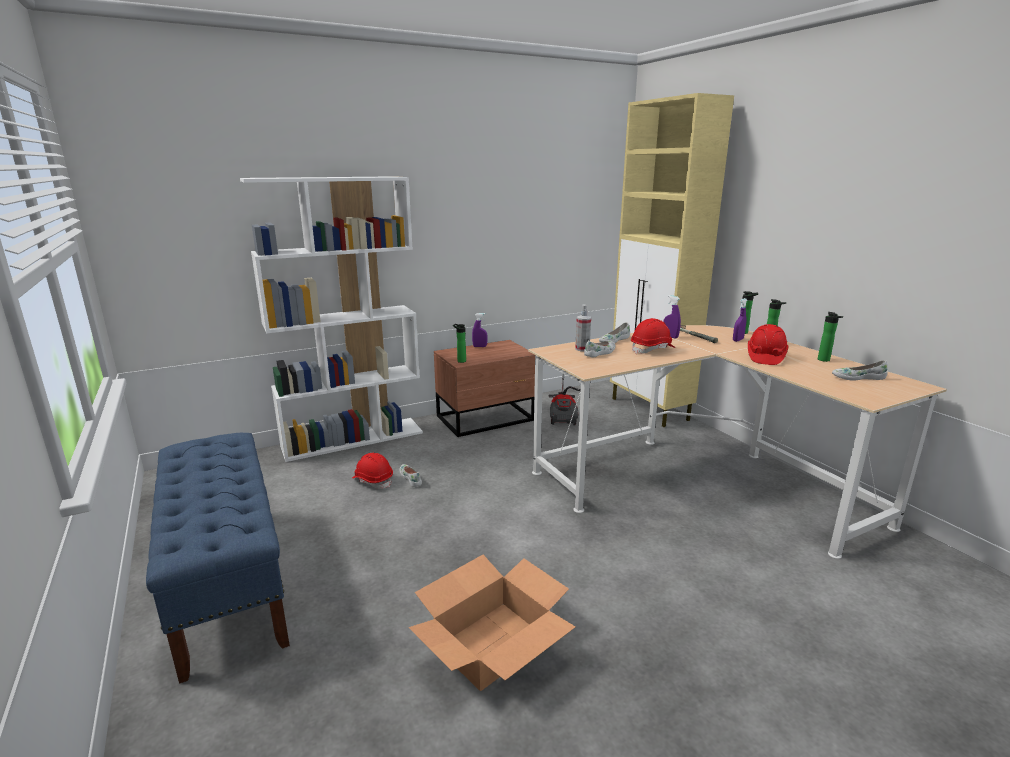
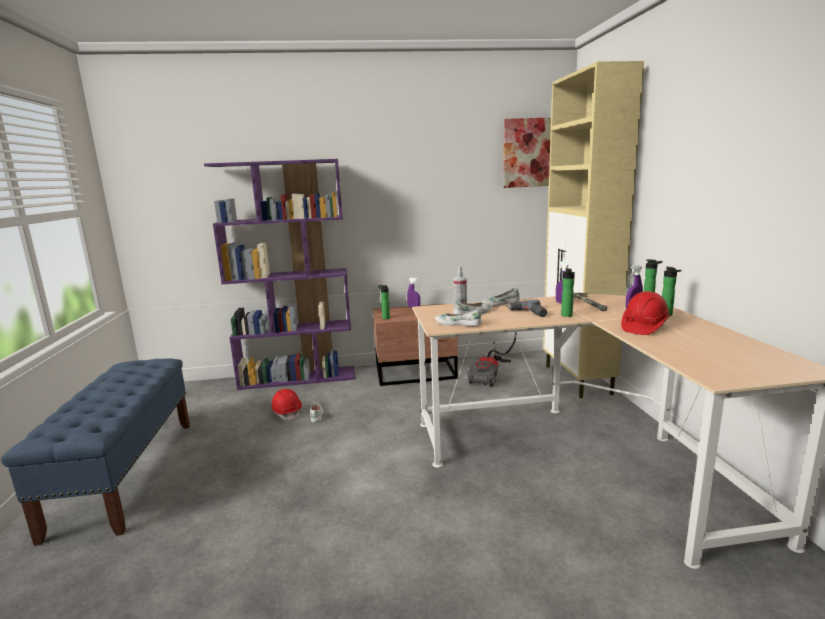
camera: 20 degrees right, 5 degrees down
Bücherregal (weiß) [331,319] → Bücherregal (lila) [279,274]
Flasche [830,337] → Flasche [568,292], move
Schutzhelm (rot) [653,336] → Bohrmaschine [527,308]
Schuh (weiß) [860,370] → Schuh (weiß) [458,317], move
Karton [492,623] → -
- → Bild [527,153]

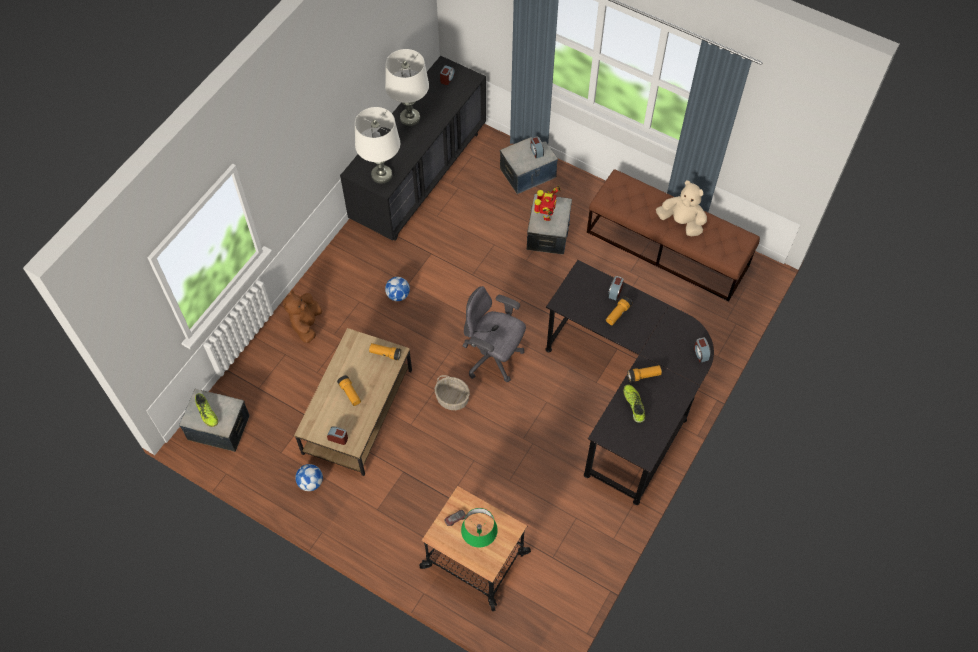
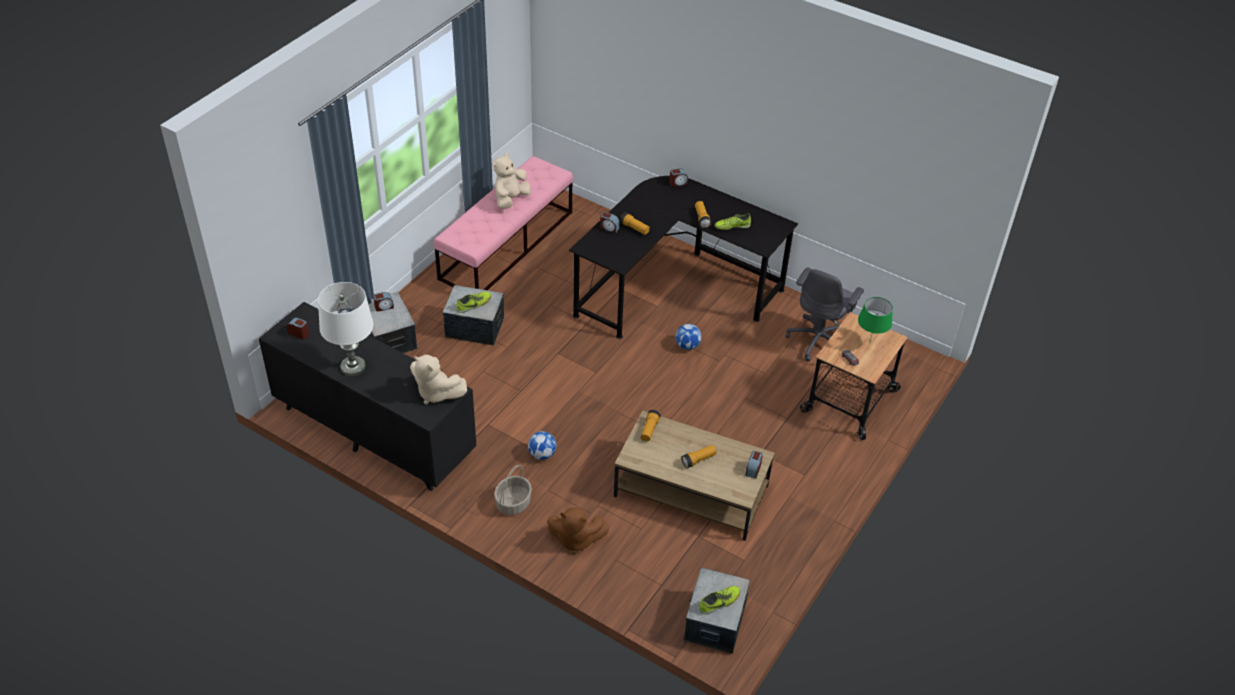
camera: 90 degrees left, 15 degrees down
Tischlampe (weiß) [377,145] → Plüschtier (beige) [438,379]
Bank (braun) [673,235] → Bank (rosa) [503,223]
Spielzeugroboter [547,203] → Schuh [473,302]
Bürostuhl (grau) [494,334] → Bürostuhl (grau) [824,314], move
Korb [452,392] → Korb [513,490], move
Fußball [309,477] → Fußball [688,337], move

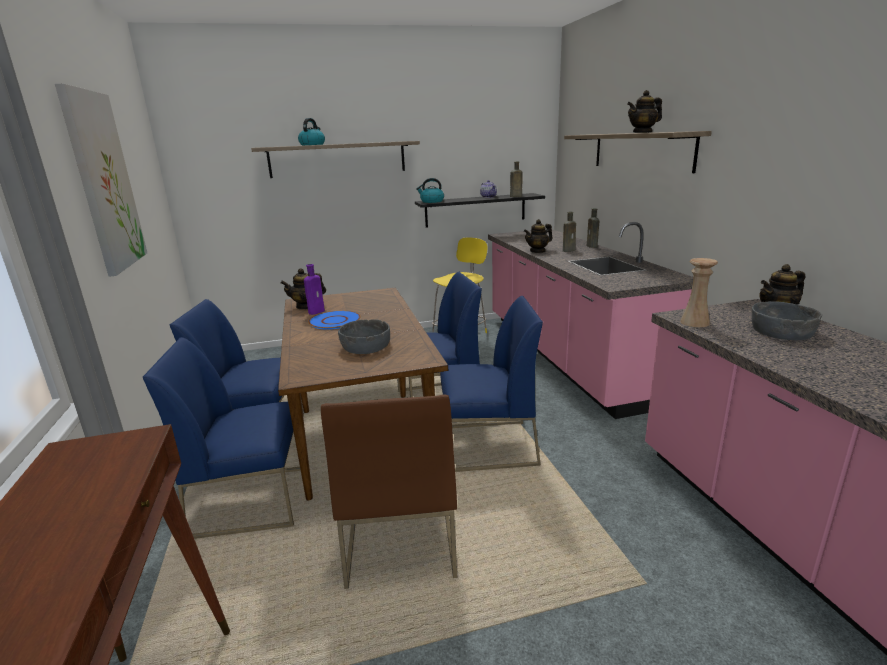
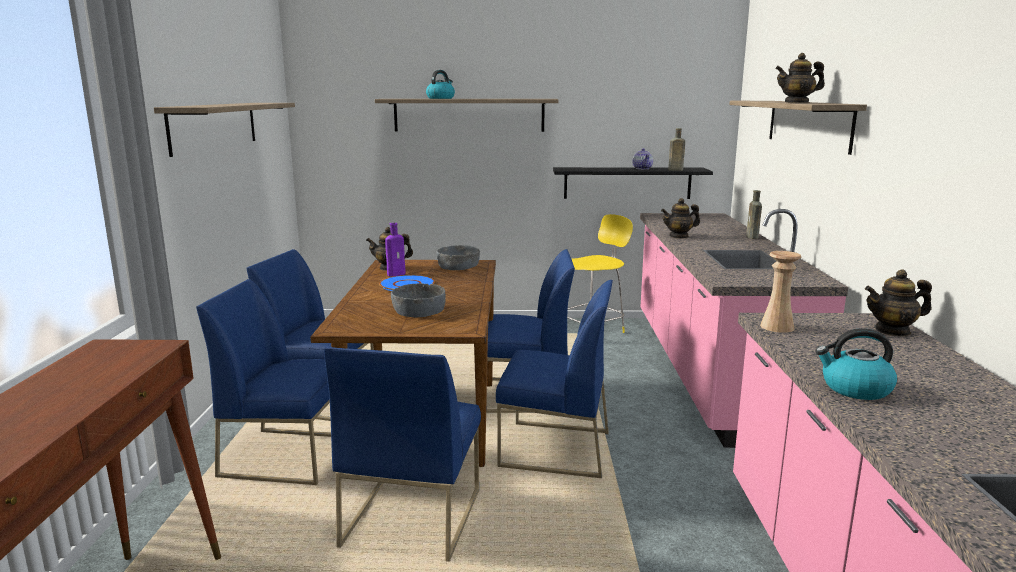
camera: 15 degrees right, 5 degrees down
Bild [101,180] → Wandregal [224,130]
Wasserkessel [430,190] → Wasserkessel [856,364], move
Flasche (braun) [569,232] → -
Schüssel (grau) [787,320] → Schüssel (grau) [458,257], move
Stuhl (braun) [389,491] → Stuhl (blau) [402,454]

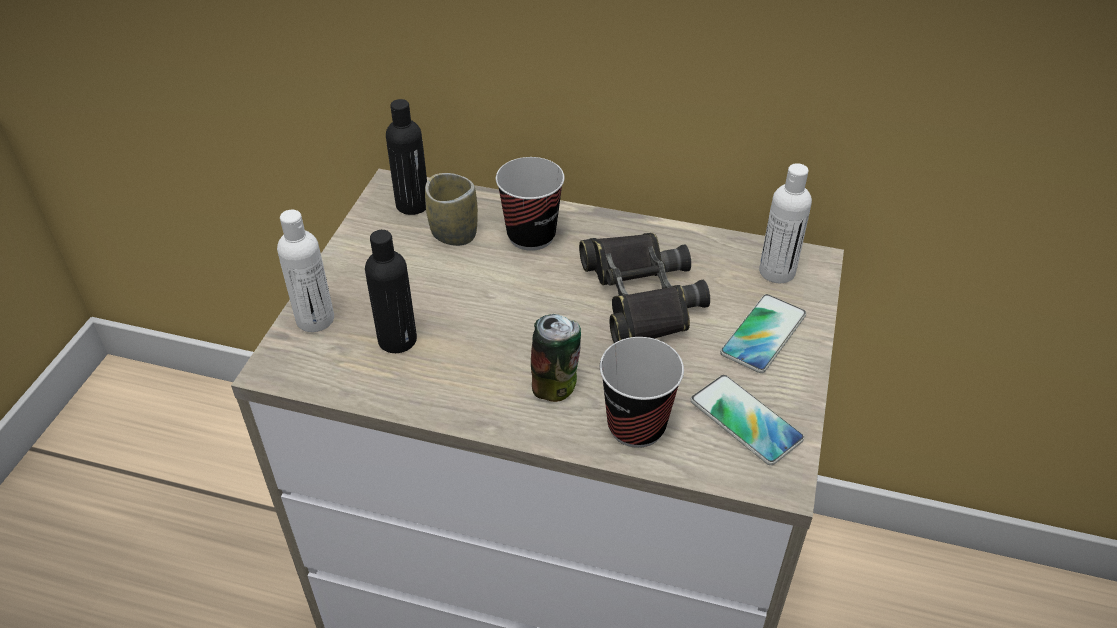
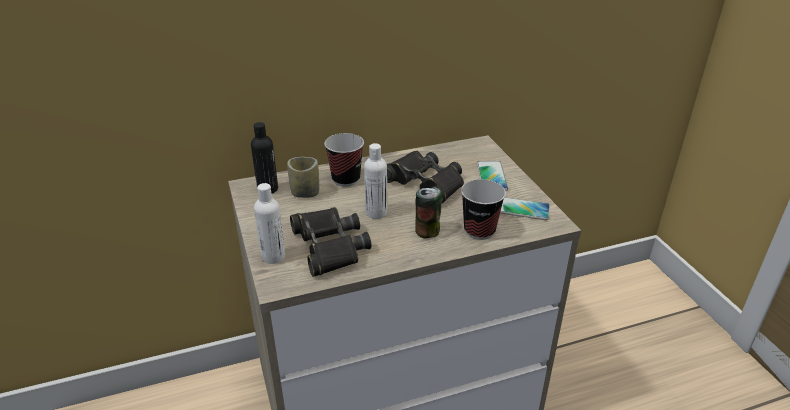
camera: 35 degrees left, 10 degrees down
Flasche (weiß) [785,223] → Flasche (weiß) [375,181], move
Flasche (schwarz) [391,291] → Fernglas (schwarz) [330,242]

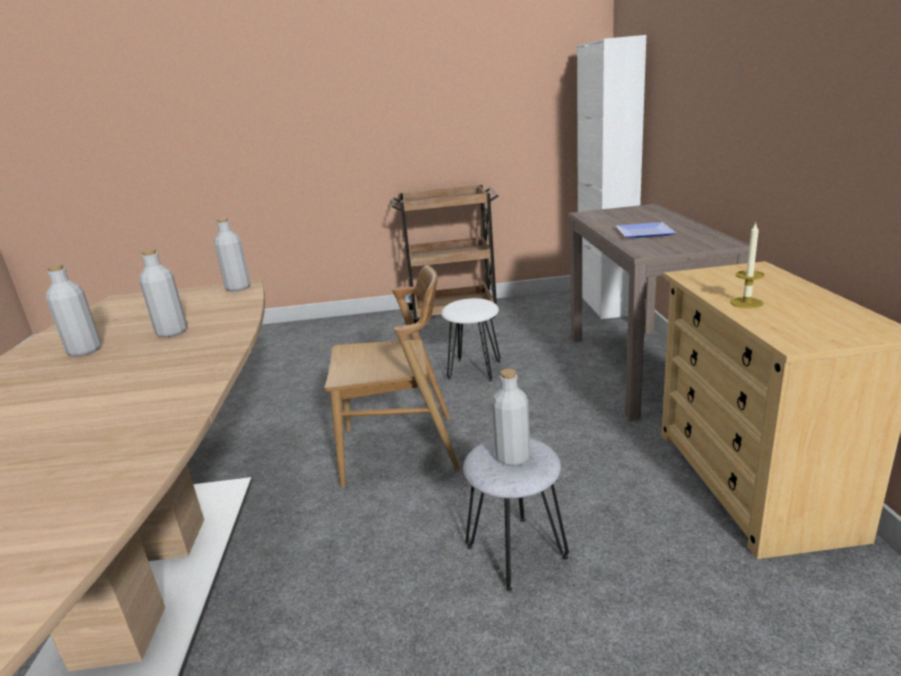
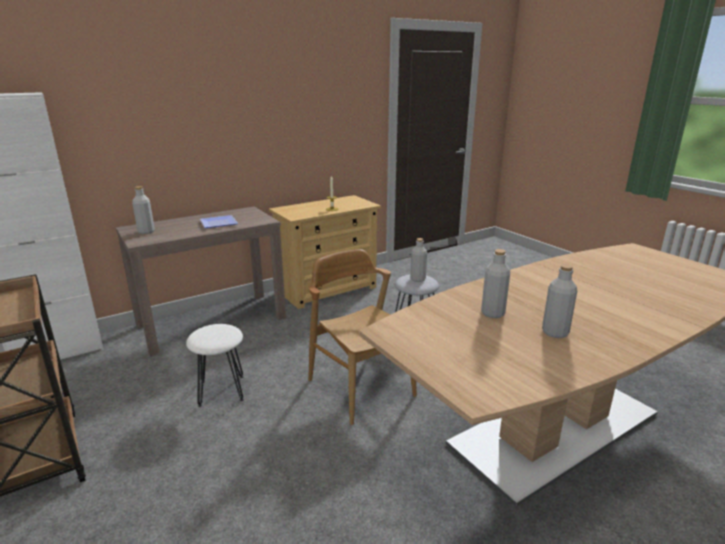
camera: 120 degrees left, 0 degrees up
Flasche (grau) [232,254] → Flasche (grau) [143,210], move

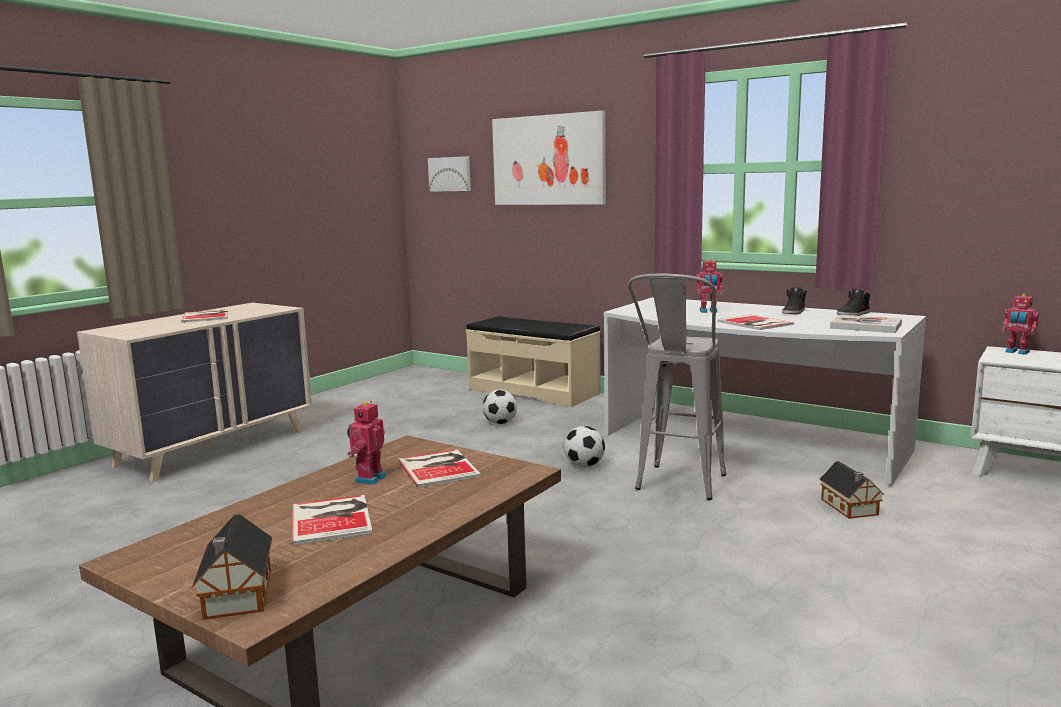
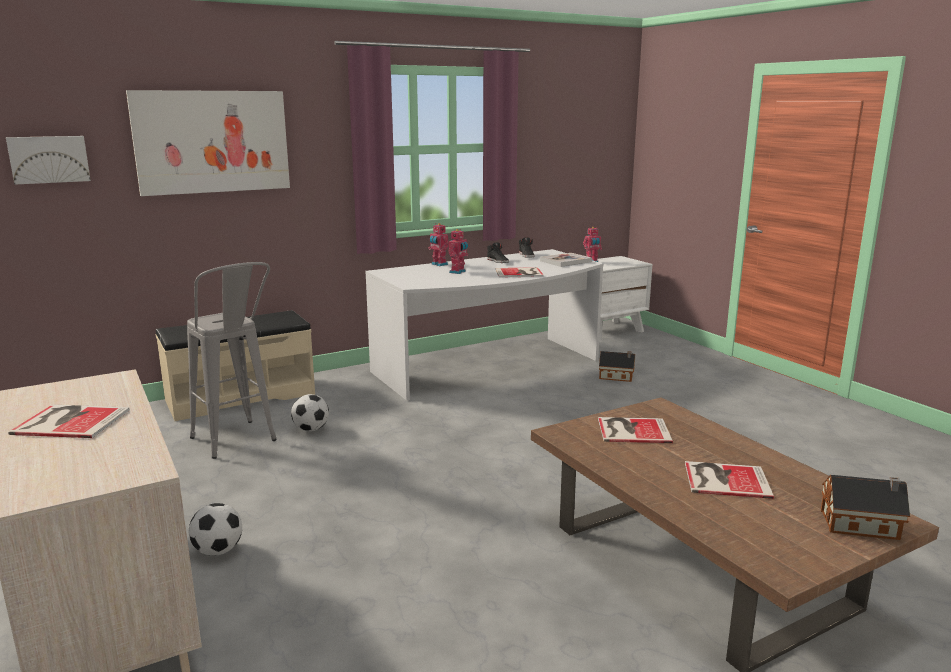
camera: 65 degrees left, 5 degrees up
Hocker (grau) [677,387] → Hocker (grau) [232,360], move
Spielzeugroboter [366,442] → Spielzeugroboter [438,244], move
Fußball [584,446] → Fußball [215,529], move

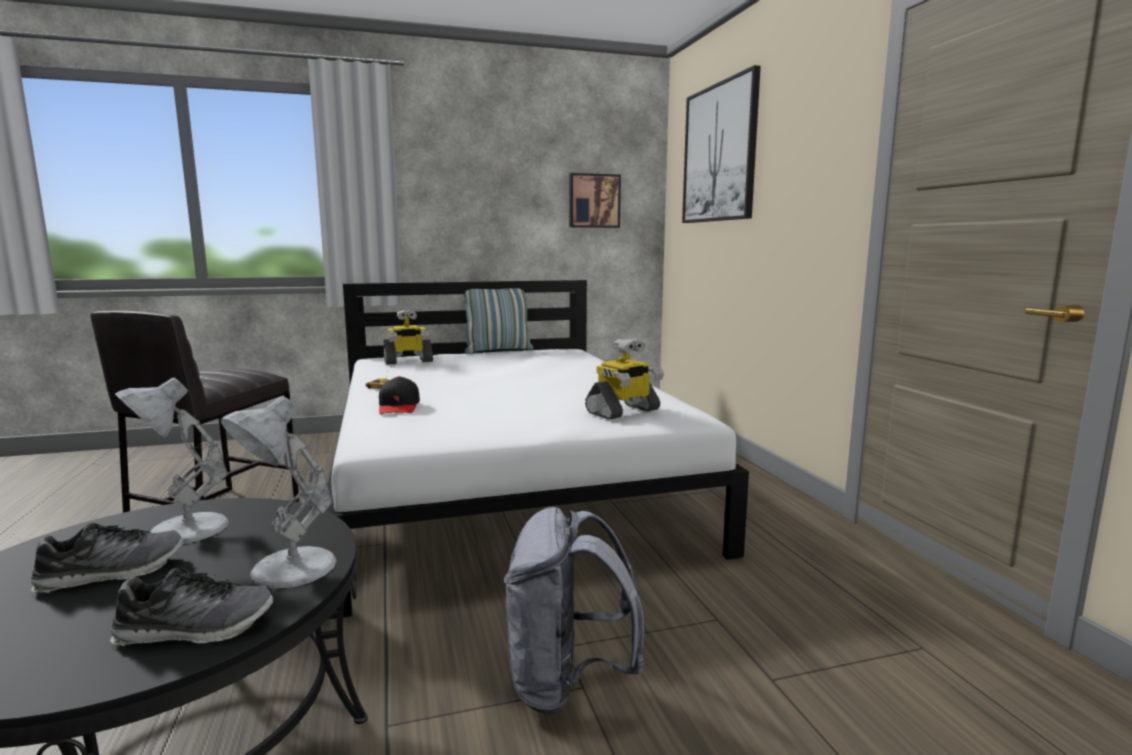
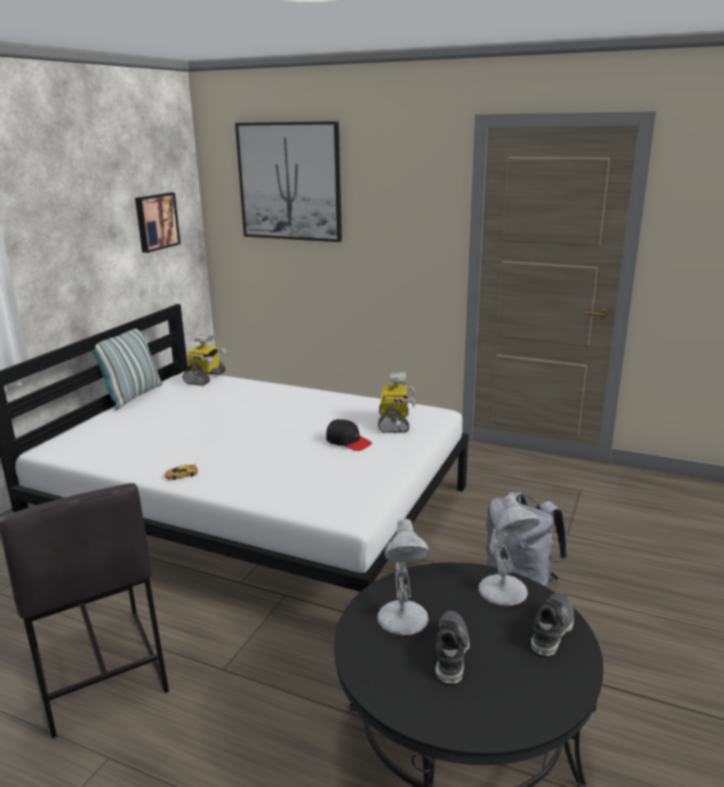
camera: 50 degrees left, 10 degrees up
Spielzeugroboter [408,337] → Spielzeugroboter [205,360], move
Kappe (schwarz) [399,395] → Kappe (schwarz) [349,435], move

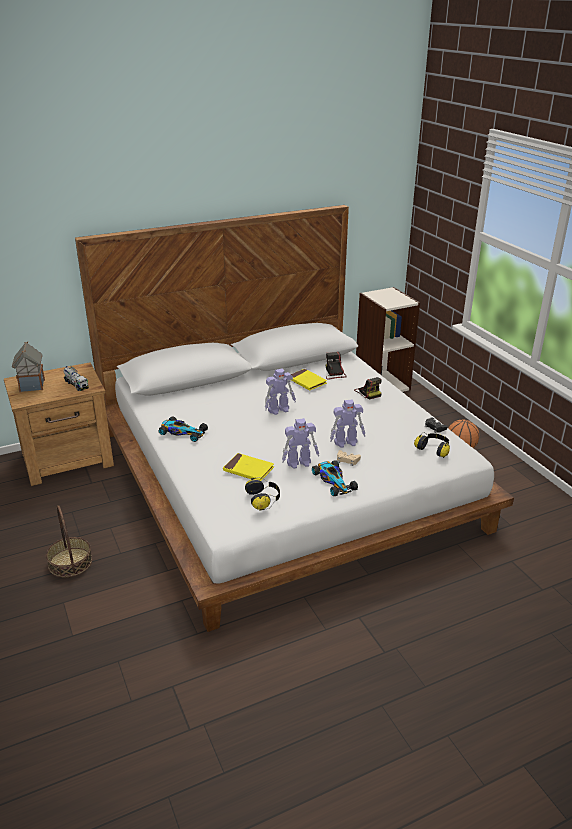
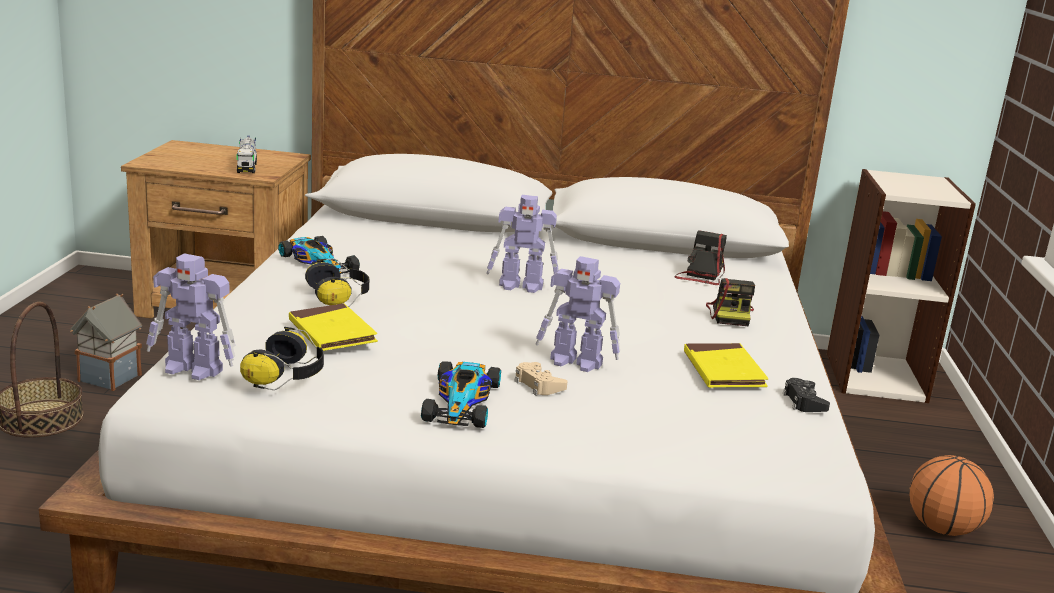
camera: 30 degrees right, 10 degrees down
Spielzeughaus [28,366] → Spielzeughaus [106,342], move
Buch (gelb) [308,380] → Buch (gelb) [726,365], move
Spielzeugroboter [300,443] → Spielzeugroboter [190,316], move
Kopfhörer [432,445] → Kopfhörer [337,283], move

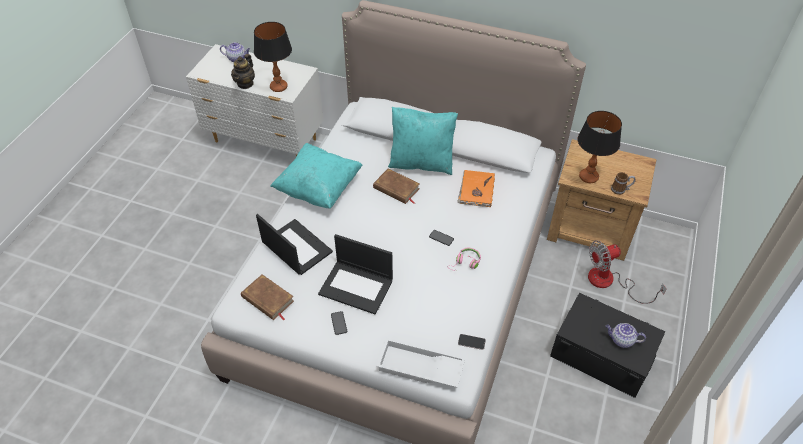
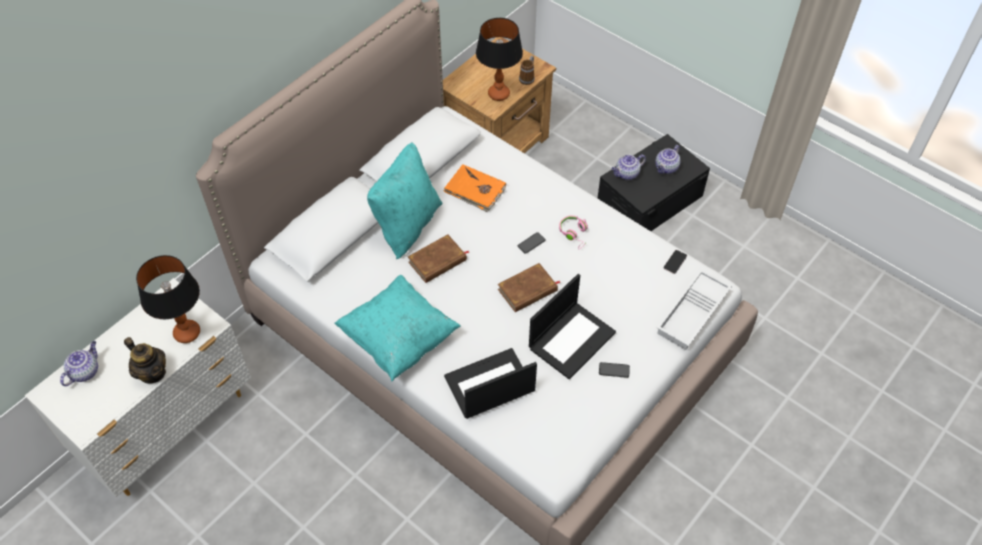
camera: 70 degrees left, 5 degrees up
Ventilator [627,272] → -
Buch (braun) [267,297] → Buch (braun) [529,287], move
- → Teekanne [628,167]

